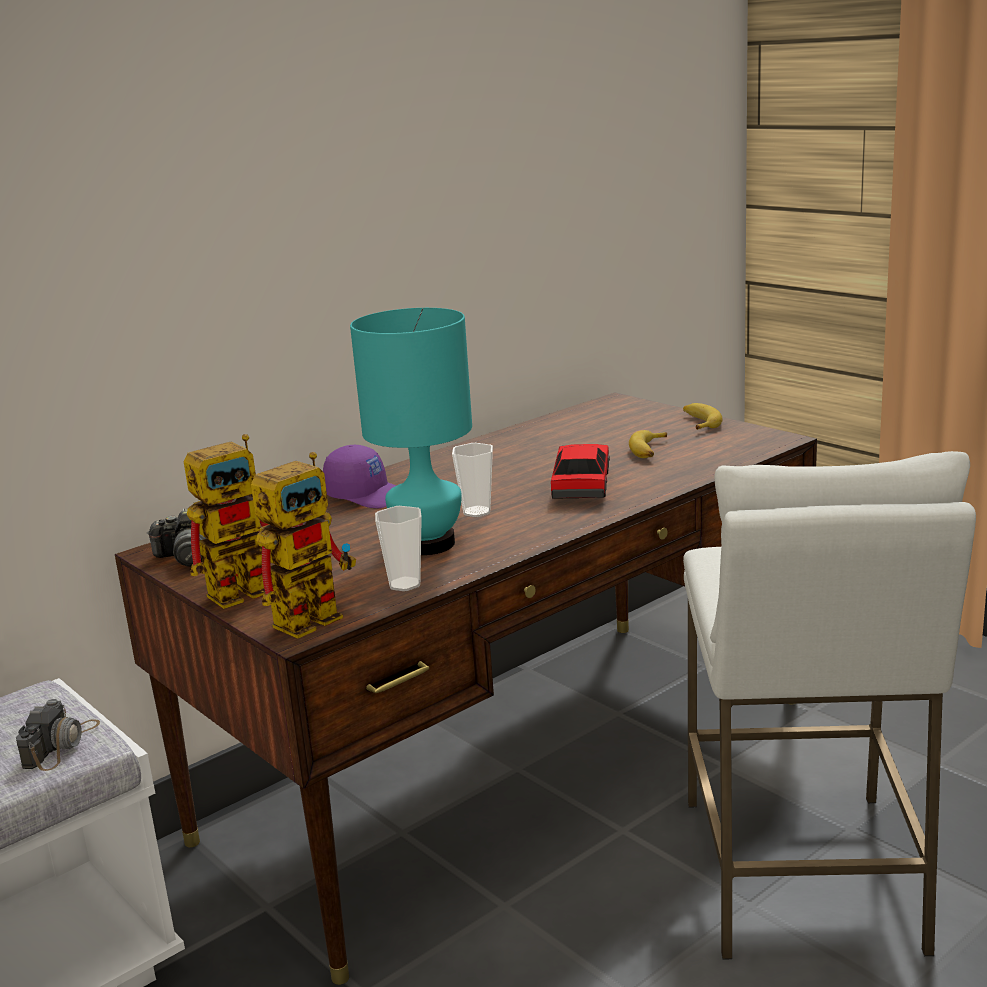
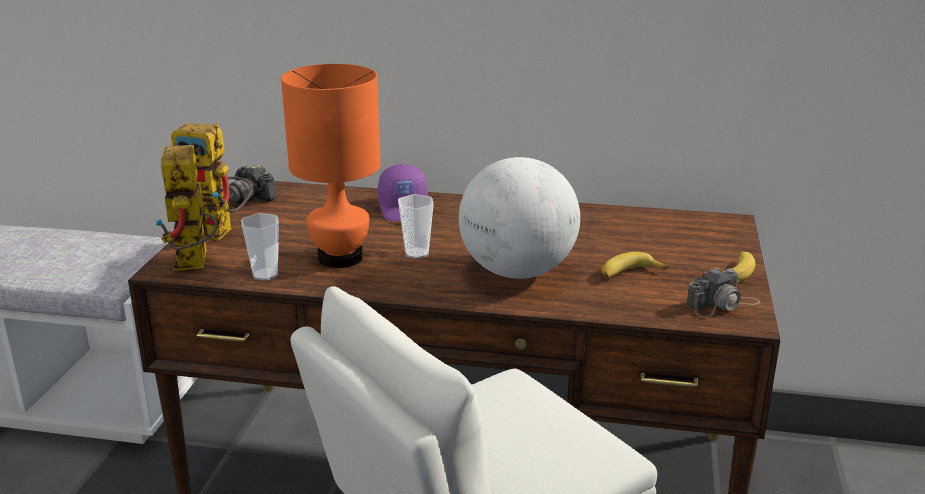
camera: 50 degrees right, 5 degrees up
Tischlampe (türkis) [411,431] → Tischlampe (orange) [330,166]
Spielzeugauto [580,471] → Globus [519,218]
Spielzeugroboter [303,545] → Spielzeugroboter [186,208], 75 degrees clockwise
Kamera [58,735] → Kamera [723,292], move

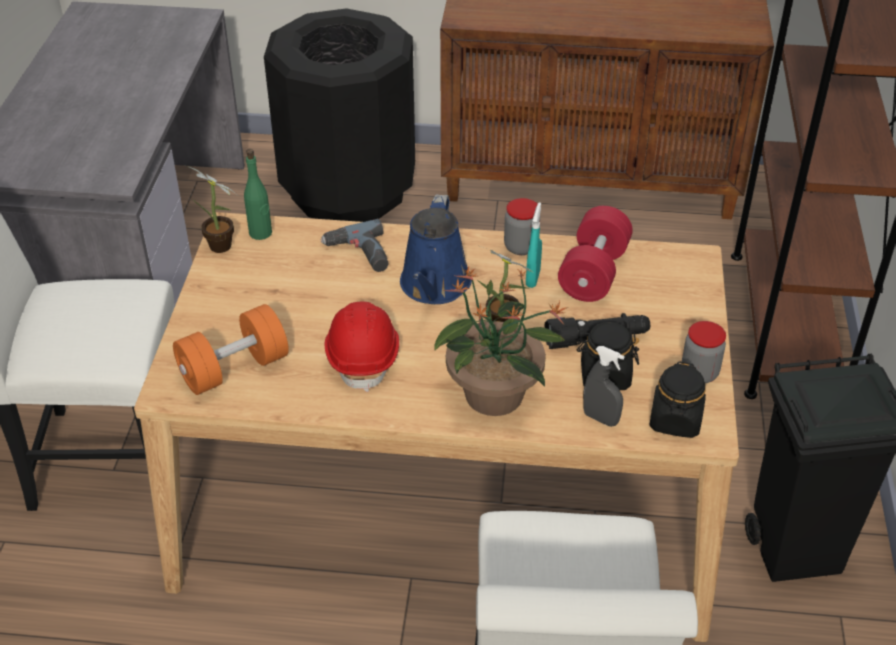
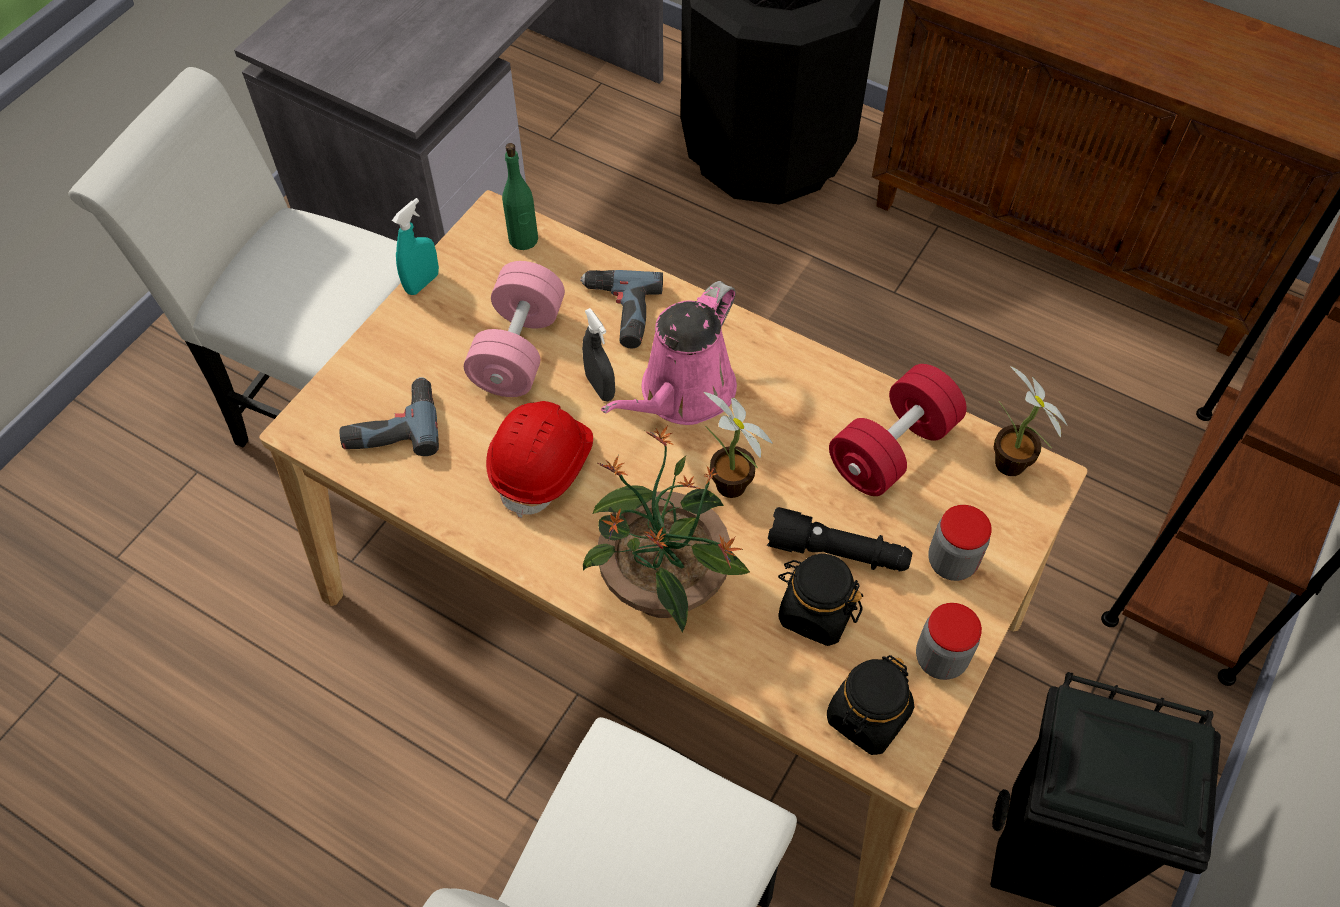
camera: 25 degrees right, 15 degrees up
Topfpflanze [210,209] → Topfpflanze [1031,421], move
Gießkanne (blau) [436,249] → Gießkanne (rosa) [669,353]
Vorratsglas [522,226] → Vorratsglas [960,543], move
Sprühflasche (türkis) [534,245] → Sprühflasche (türkis) [415,246], move
Hantel (orange) [231,349] → Bohrmaschine [389,416]
Sprühflasche (grau) [604,386] → Sprühflasche (grau) [598,354], move
- → Hantel (rosa) [514,329]

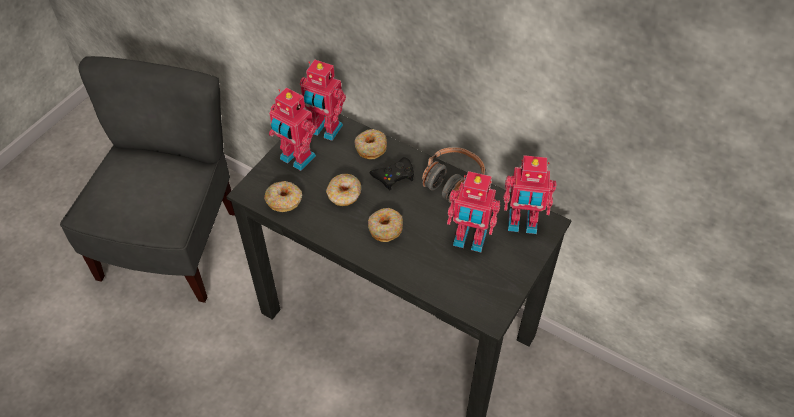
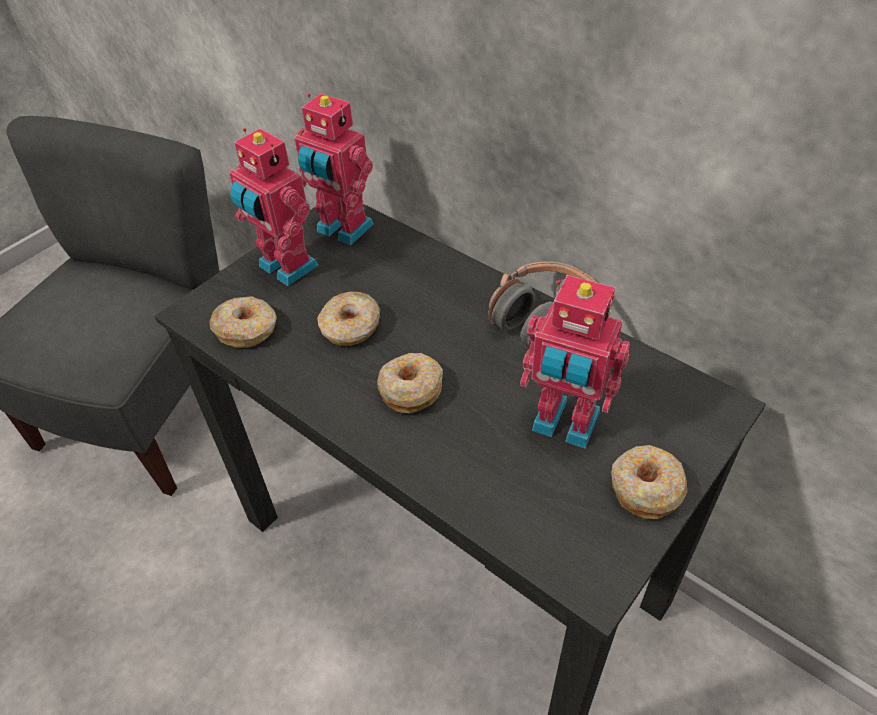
camera: 10 degrees right, 5 degrees down
Donut [371,144] → Donut [649,482], move
Spielzeugroboter [530,194] → -
Gamepad (schwarz) [392,173] → -

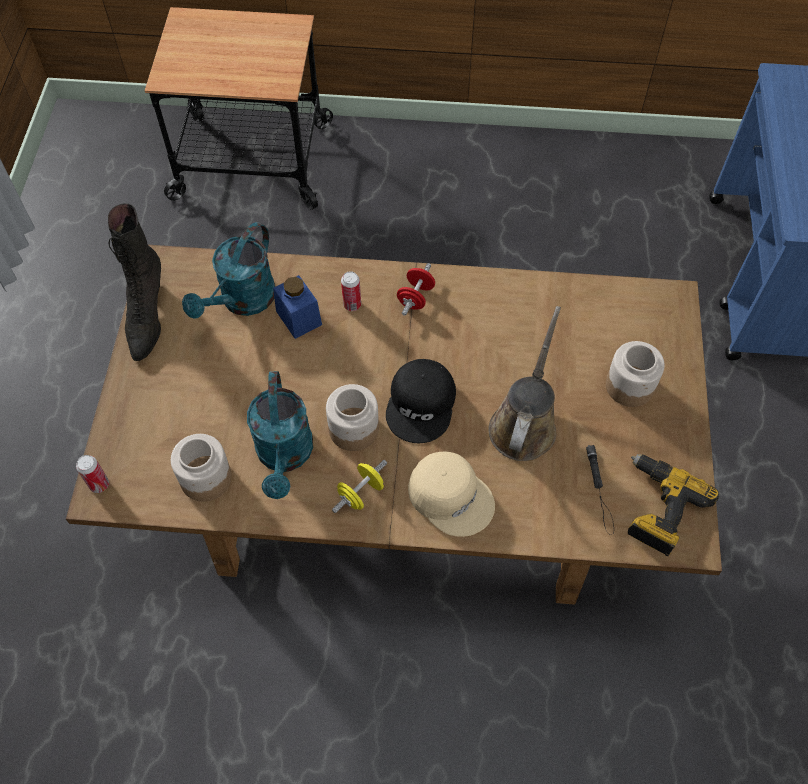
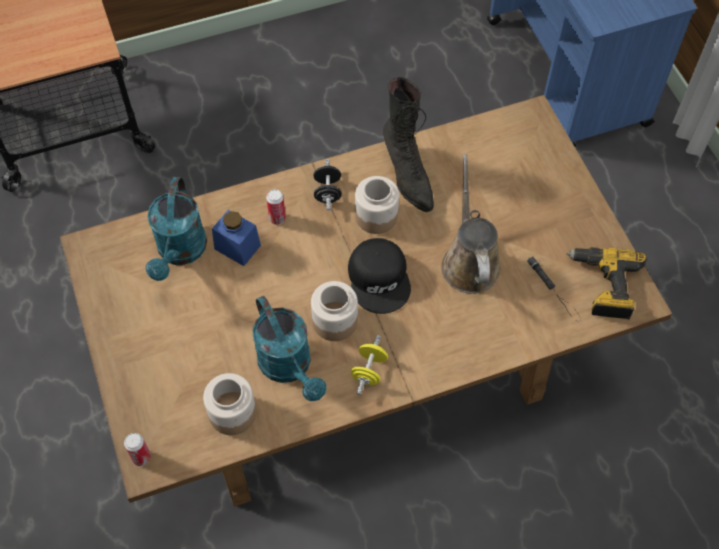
camera: 25 degrees left, 0 degrees up
Stiefel (schwarz) [134,282] → Stiefel (schwarz) [408,144], move
Hantel (rot) [416,289] → Hantel (schwarz) [327,185]
Vorratsglas [635,374] → Vorratsglas [377,205], move
Kappe (beige) [451,494] → -

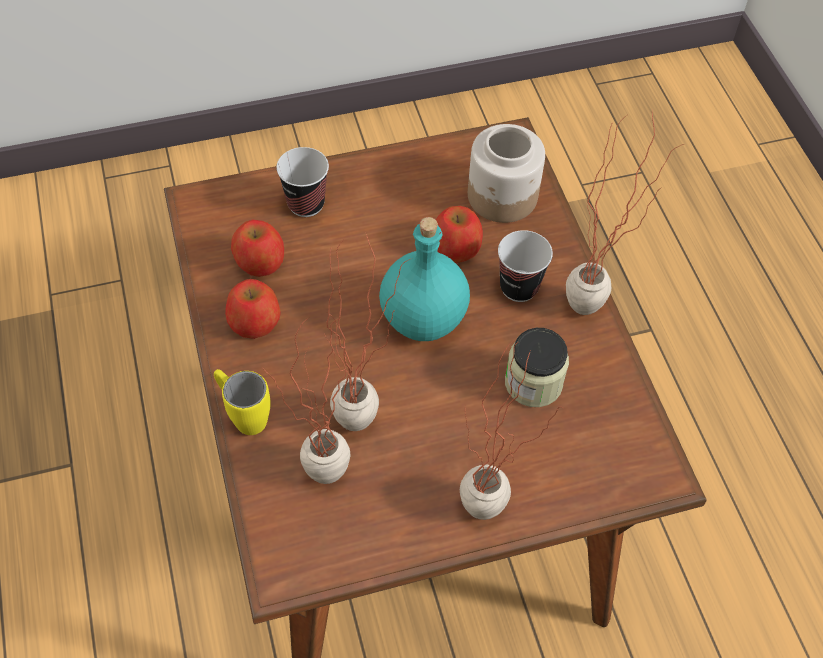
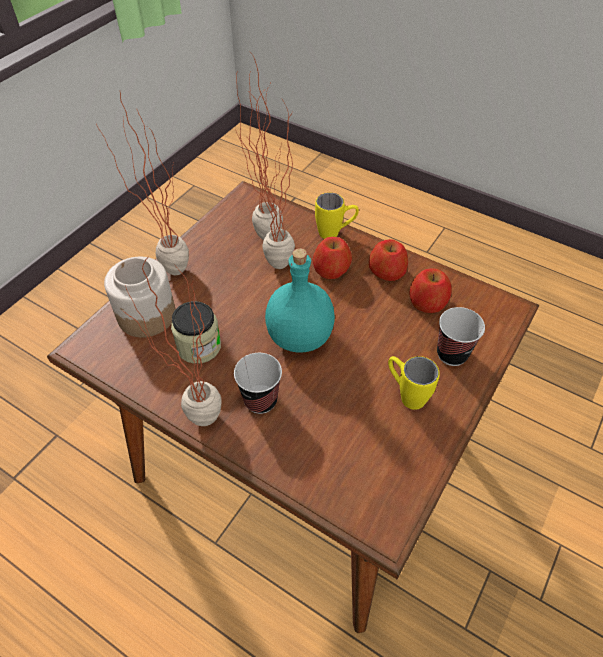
camera: 140 degrees right, 5 degrees down
Vorratsglas [506,173] → Vorratsglas [140,297], move
Apfel [459,234] → Apfel [332,258], move
- → Henkelbecher (gelb) [414,383]

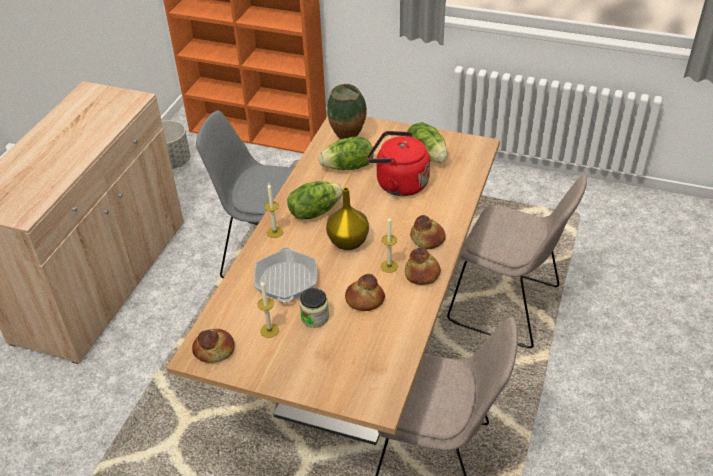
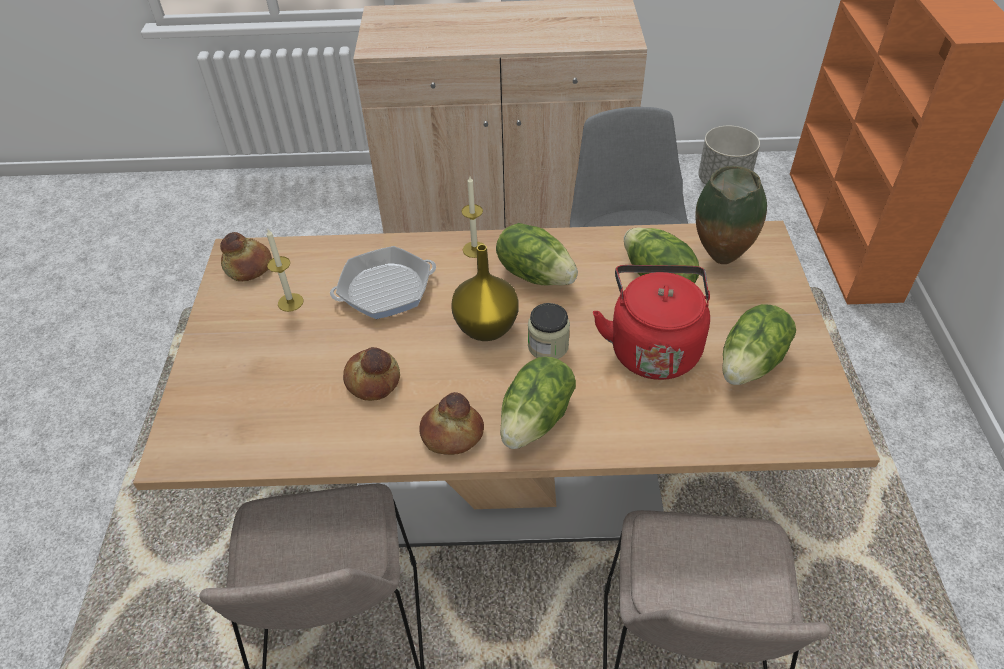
camera: 70 degrees right, 5 degrees up
Brot [428,232] → Salatkopf [538,403]
Kerze [389,244] → -
Vorratsglas [314,308] → Vorratsglas [549,331], move

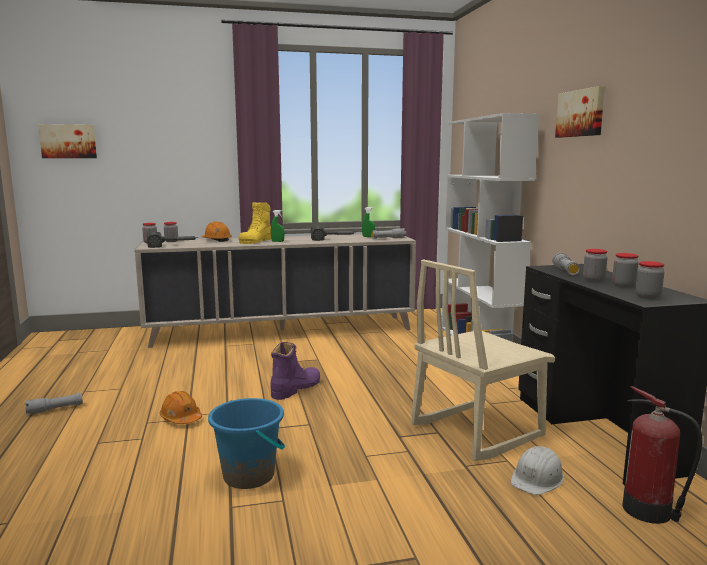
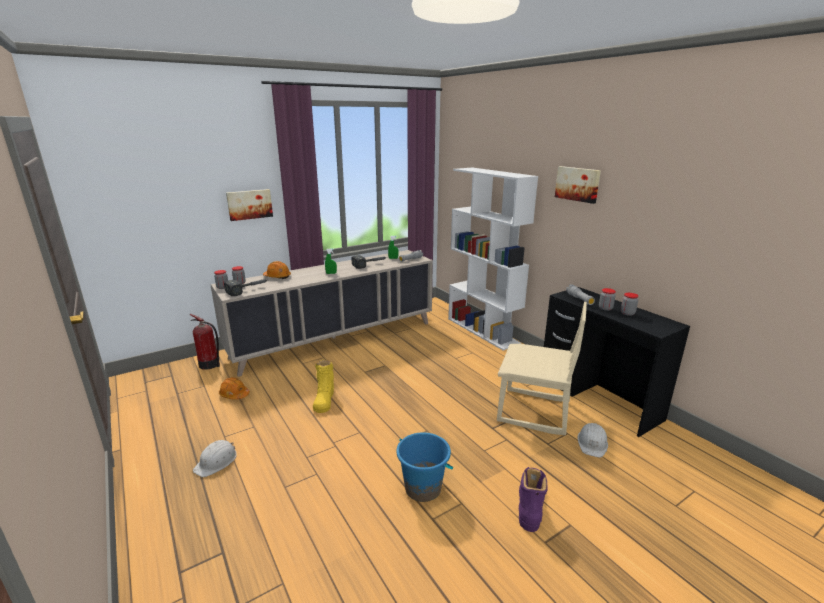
camera: 20 degrees left, 10 degrees up
Bild [67,141] → Bild [249,205], move
Stiefel (gelb) [255,223] → Stiefel (gelb) [323,386], move
Stuhl (beige) [483,360] → Stuhl (beige) [542,368], 105 degrees counterclockwise
Vorratsglas [649,280] → -
Stiefel (lila) [295,371] → Stiefel (lila) [533,499], move
Feuerlöscher [662,455] → Feuerlöscher [205,342], move
Schutzhelm (orange) [181,407] → Schutzhelm (orange) [234,388], move
Taschenlampe (grau) [54,404] → Schutzhelm (weiß) [215,458]

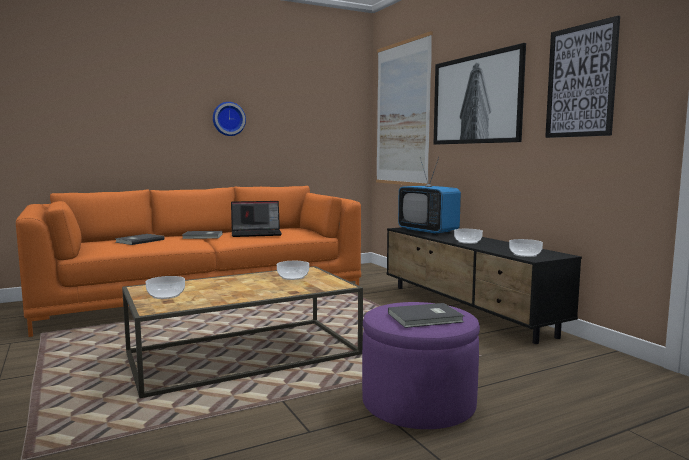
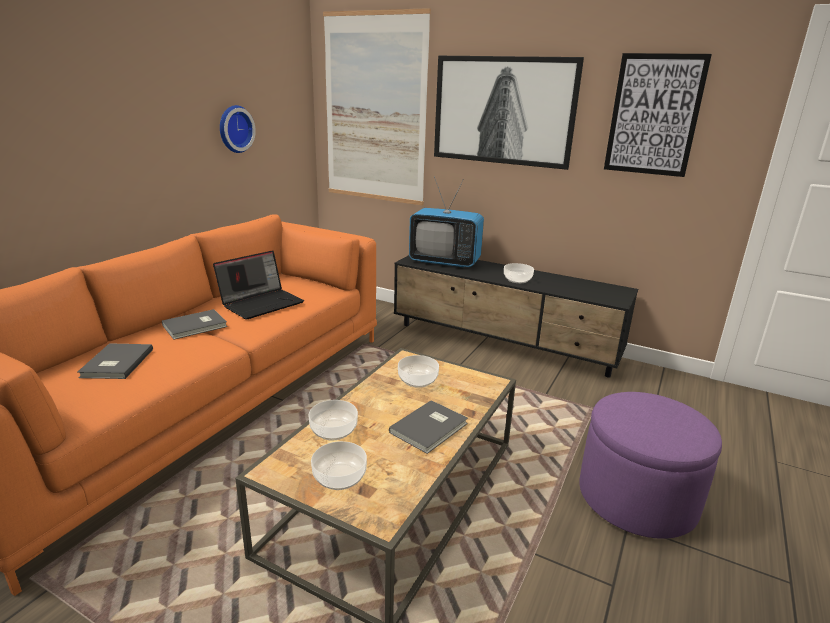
camera: 35 degrees left, 15 degrees up
Wanduhr [229,119] → Wanduhr [238,129], move
Schüssel [526,248] → Schüssel [333,420], move
Buch (grau) [426,315] → Buch (grau) [428,427], move

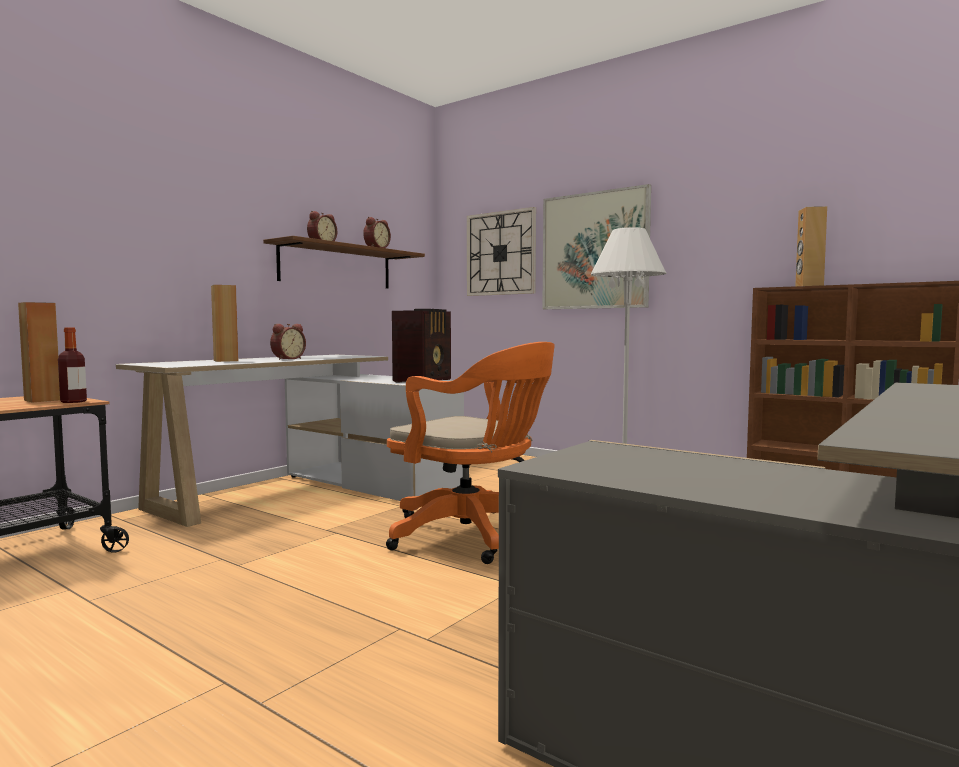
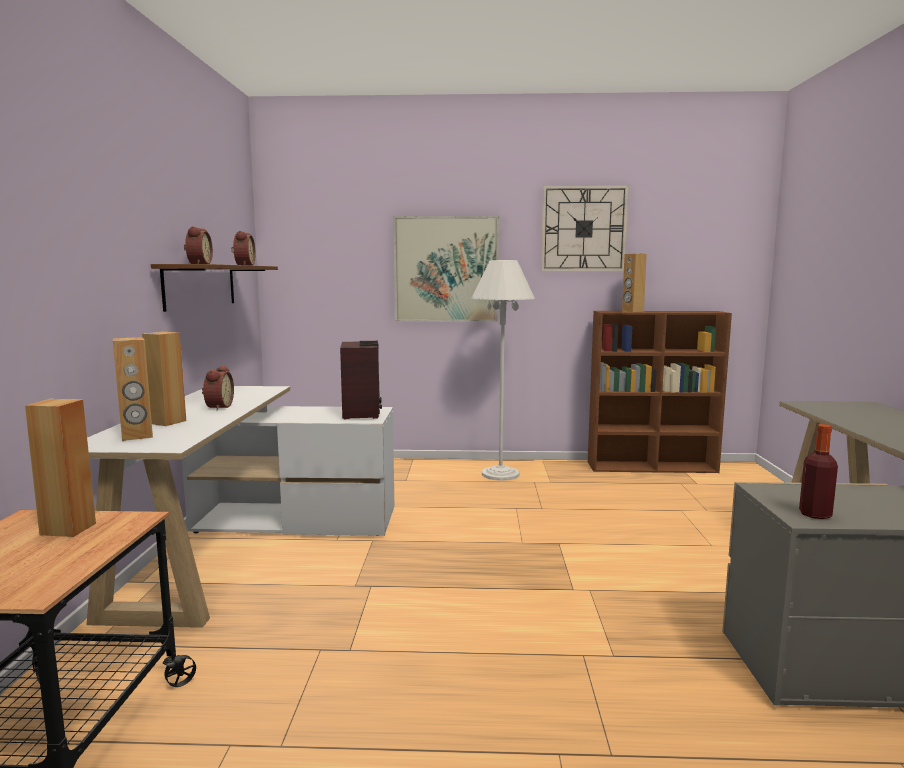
camera: 35 degrees left, 5 degrees up
Wanduhr [501,251] → Wanduhr [585,228], move
Flasche [72,365] → Flasche [818,471], move
Bürostuhl (orange) [470,453] → -
- → Lautsprecher (braun) [133,389]

